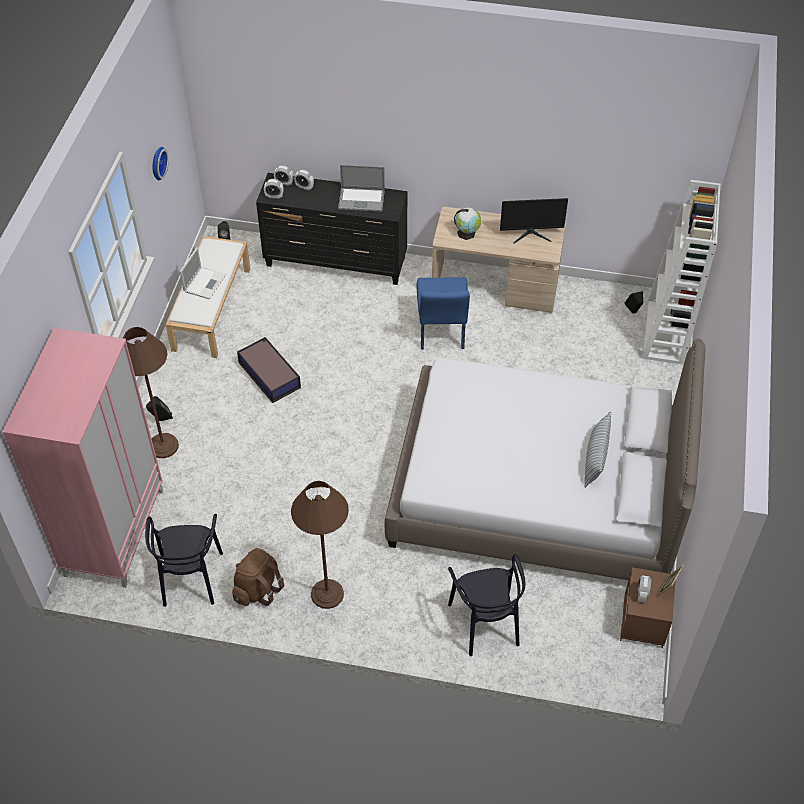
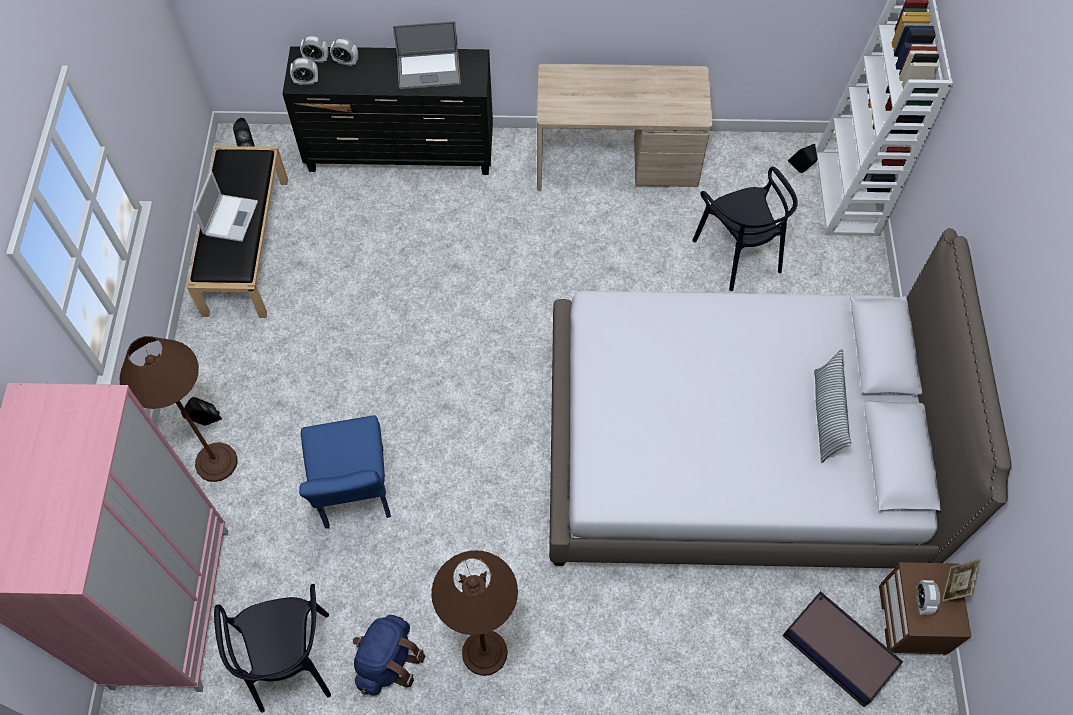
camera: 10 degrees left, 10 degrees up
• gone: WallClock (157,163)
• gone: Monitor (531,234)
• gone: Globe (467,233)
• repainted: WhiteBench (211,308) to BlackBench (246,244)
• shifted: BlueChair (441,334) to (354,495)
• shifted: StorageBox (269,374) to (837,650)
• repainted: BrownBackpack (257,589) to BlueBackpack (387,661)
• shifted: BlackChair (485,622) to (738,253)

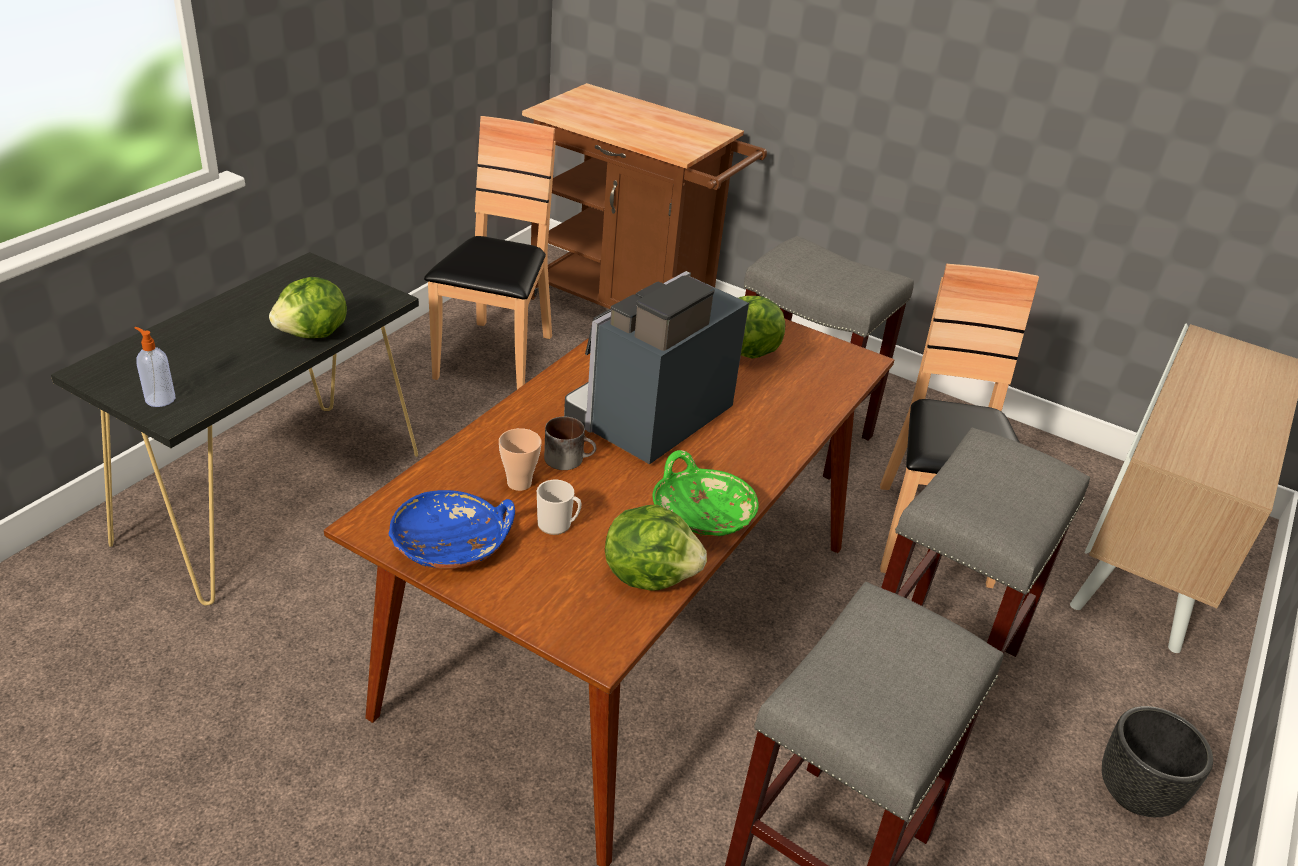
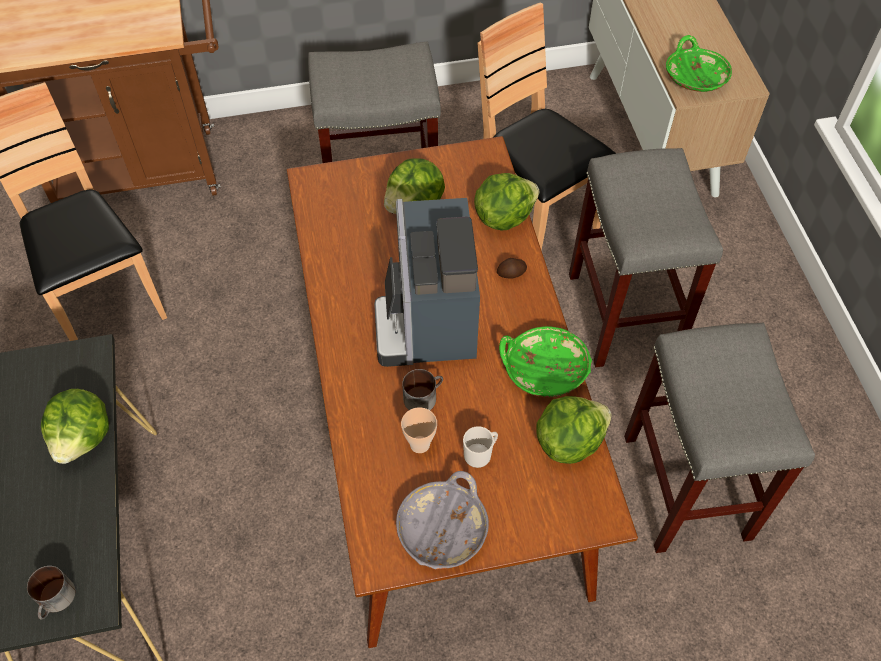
camera: 40 degrees left, 20 degrees up
• swapped: SoapDispenser (159,398) to Mug (57,600)
• repainted: BlueBowl (452,545) to GreyBowl (443,528)
• gone: BlackPlanter (1136,794)
• new: GreenBowl (694,77)
• new: Lettuce (503,216)
• new: Potato (511,274)

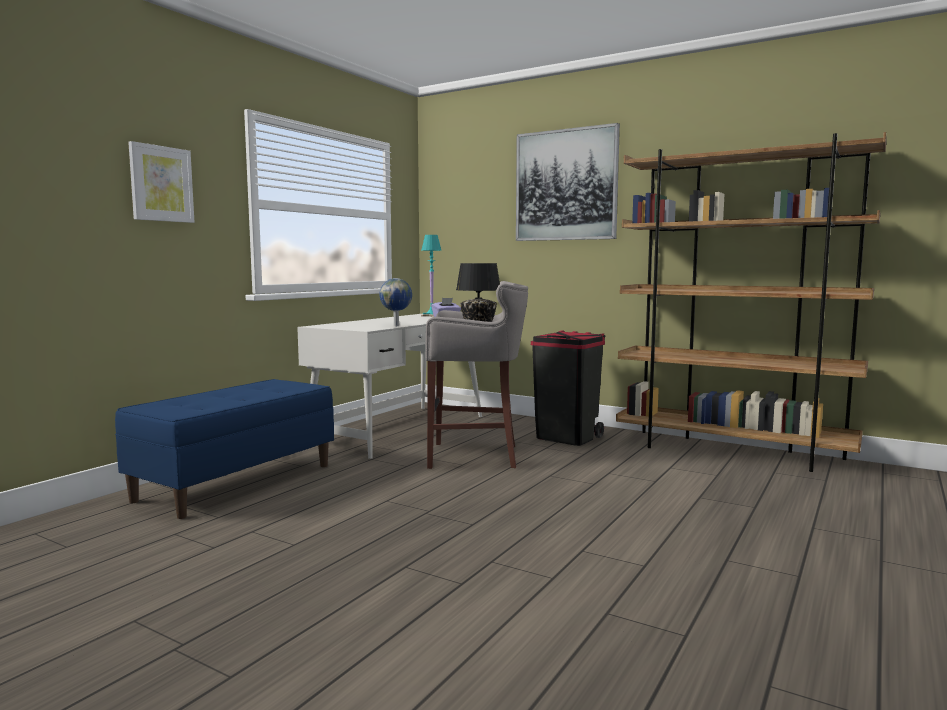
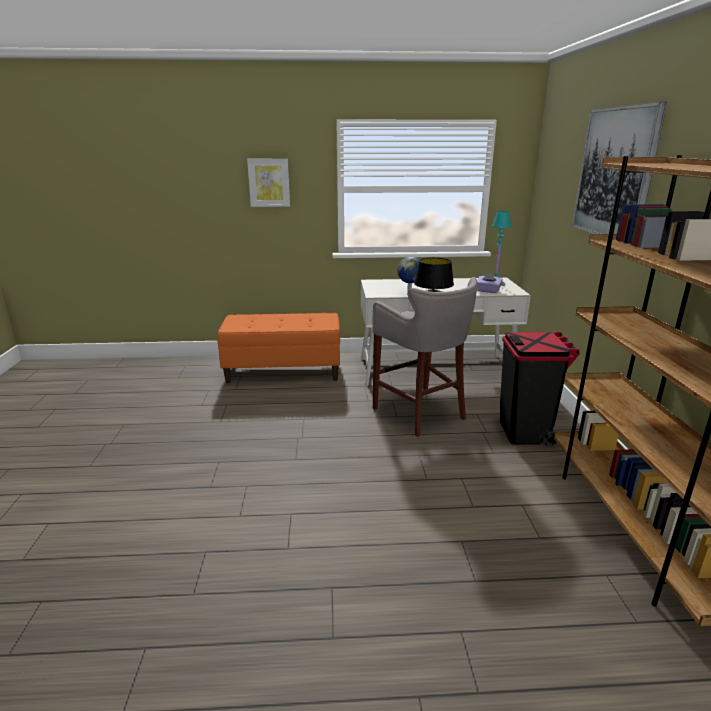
camera: 55 degrees right, 15 degrees up
• repainted: BlueBench (236,482) to OrangeBench (284,371)

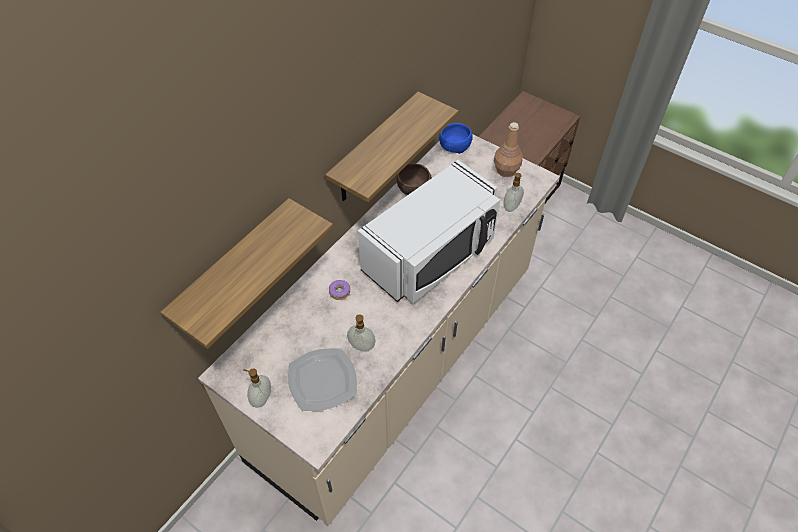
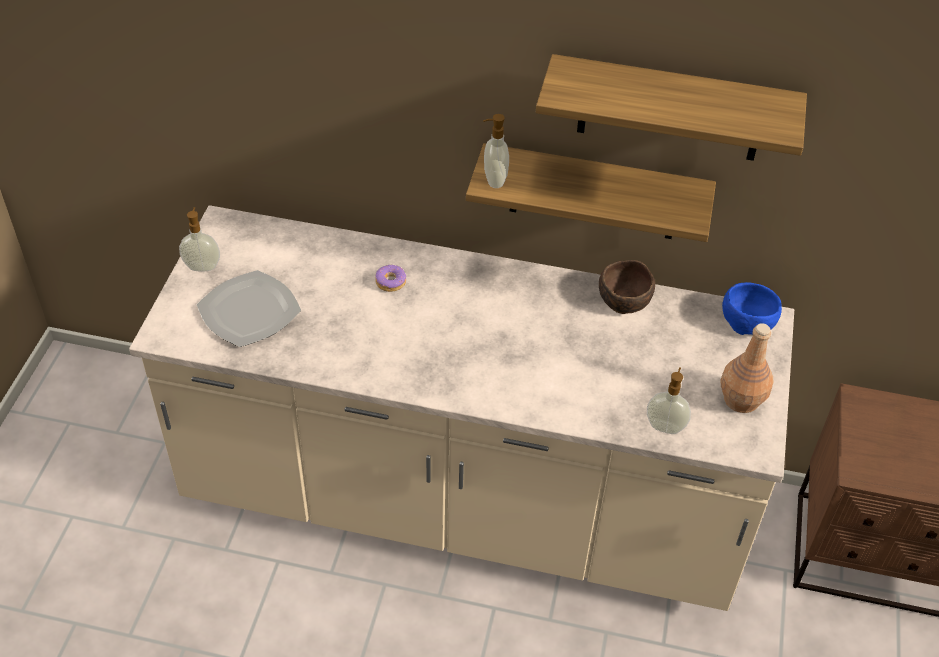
camera: 65 degrees right, 5 degrees down
• gone: WhiteMicrowave (431,255)
• shifted: Shelf (234,270) to (671,109)
• shifted: SoapDispenser (361,347) to (494,180)

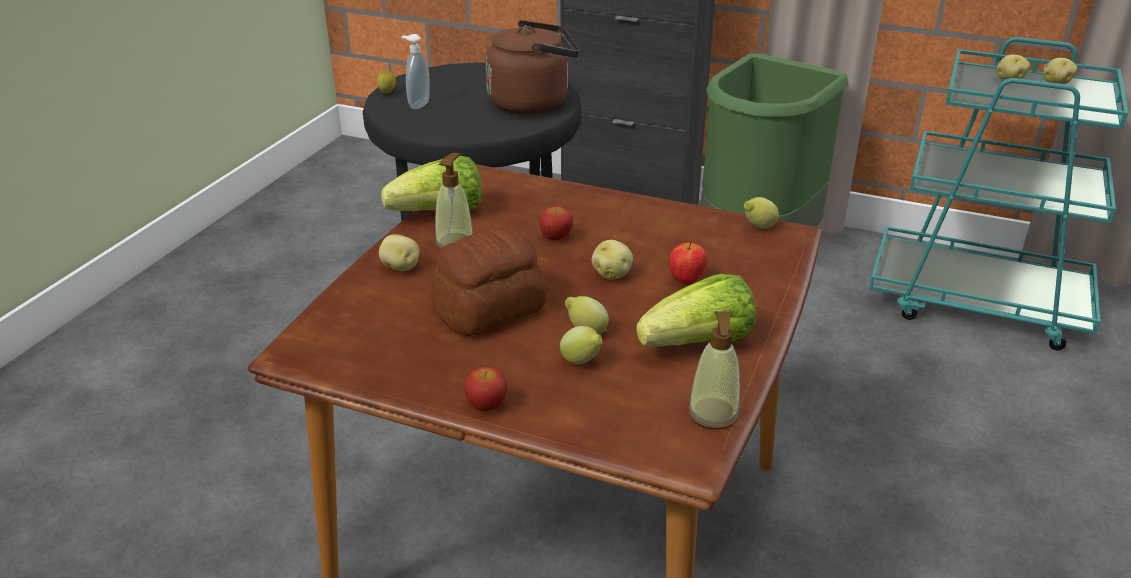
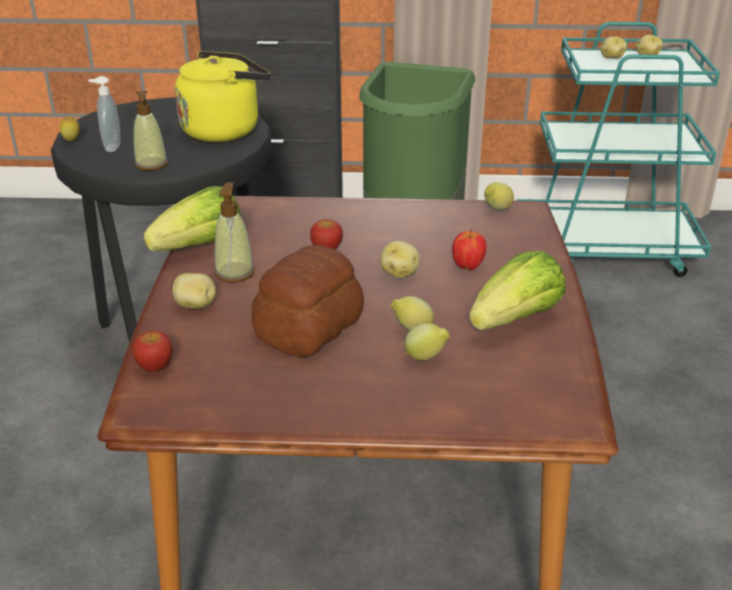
camera: 20 degrees left, 0 degrees up
• repainted: BrownKettle (533,103) to YellowKettle (225,130)
• shifted: SoapDispenser (713,414) to (151,165)
• shifted: Apple (487,405) to (155,366)

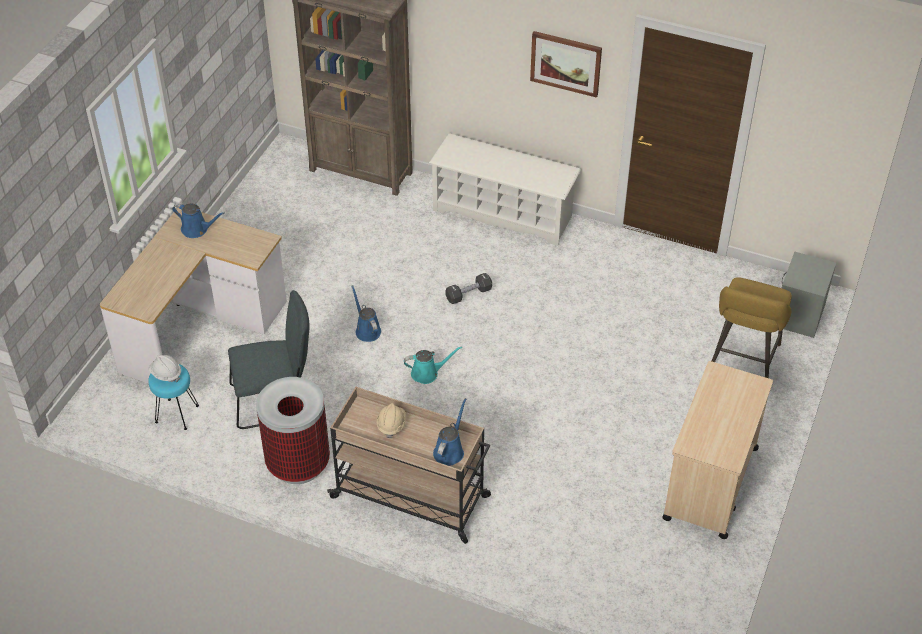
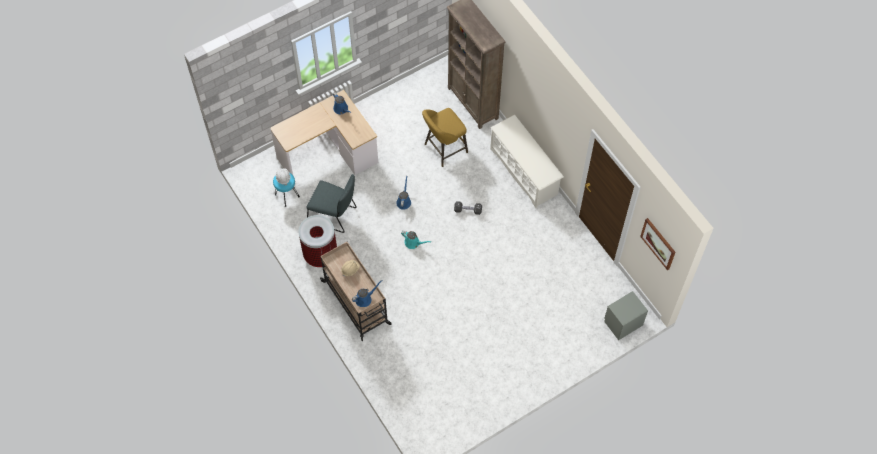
camera: 35 degrees right, 15 degrees up
• shifted: Picture (566,63) to (658,243)
• shifted: YellowStool (743,360) to (444,149)
• gone: BeigeCart (710,484)

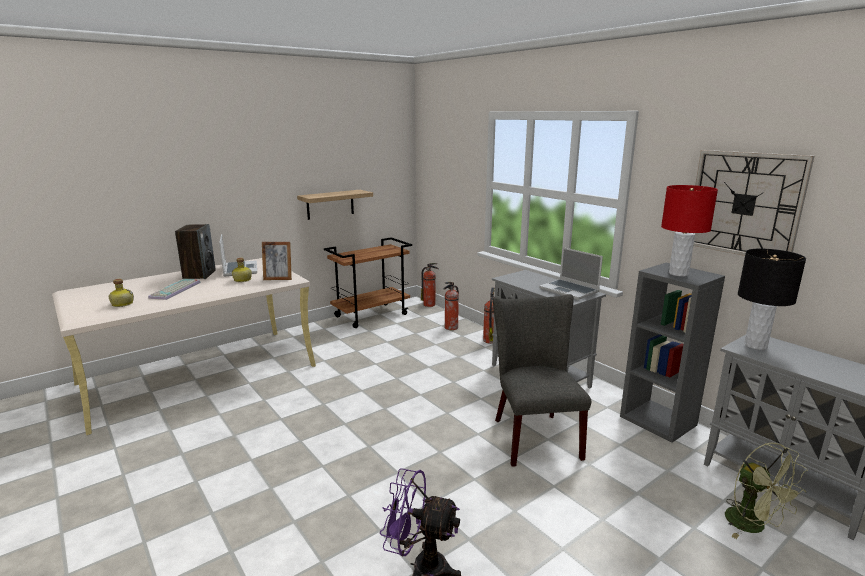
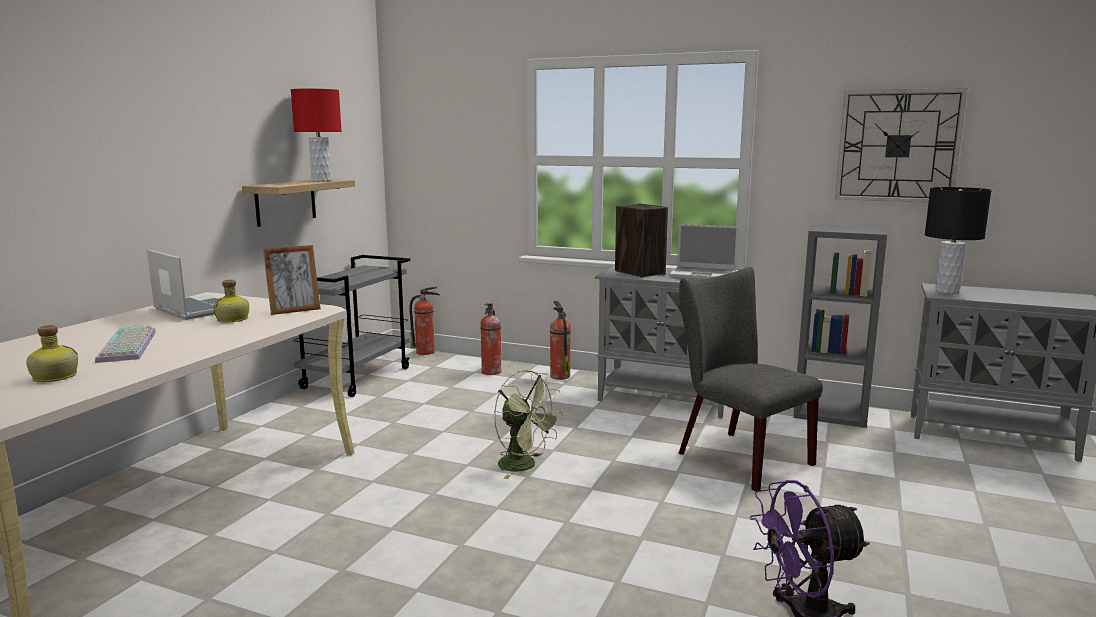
camera: 30 degrees left, 5 degrees down
• shifted: RedTableLamp (678,273) to (321,180)
• shifted: Speaker (199,274) to (639,273)
• repainted: BrownCart (371,315) to GreyCart (356,378)
• shifted: GreenFan (753,526) to (524,466)

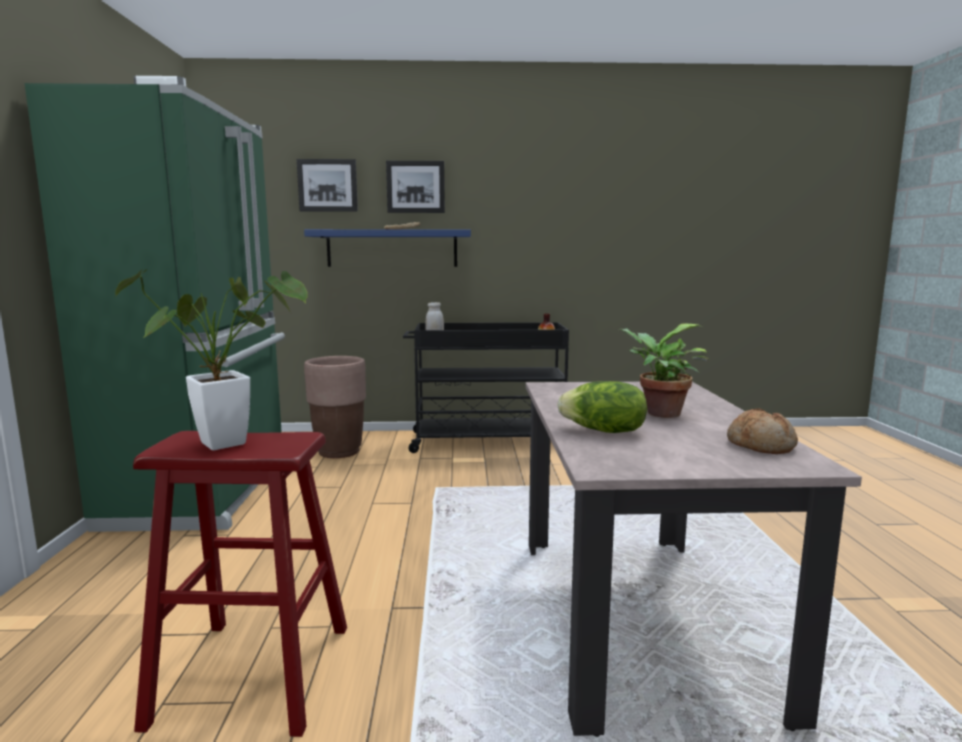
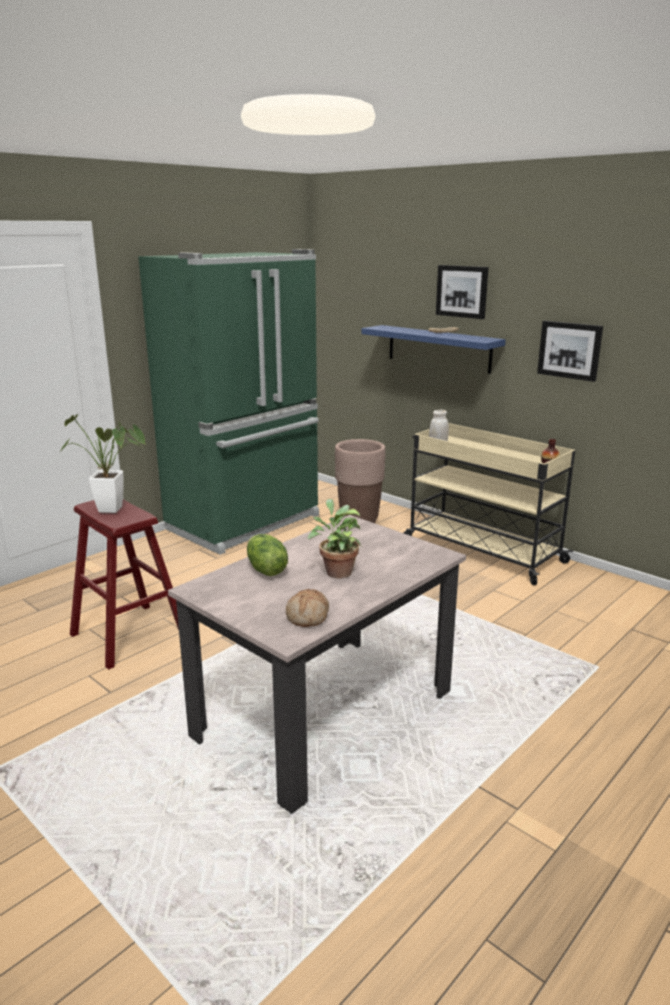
camera: 45 degrees right, 10 degrees up
• shifted: Picture (328,185) to (570,350)
• repainted: BlackCart (487,441) to BeigeCart (480,550)

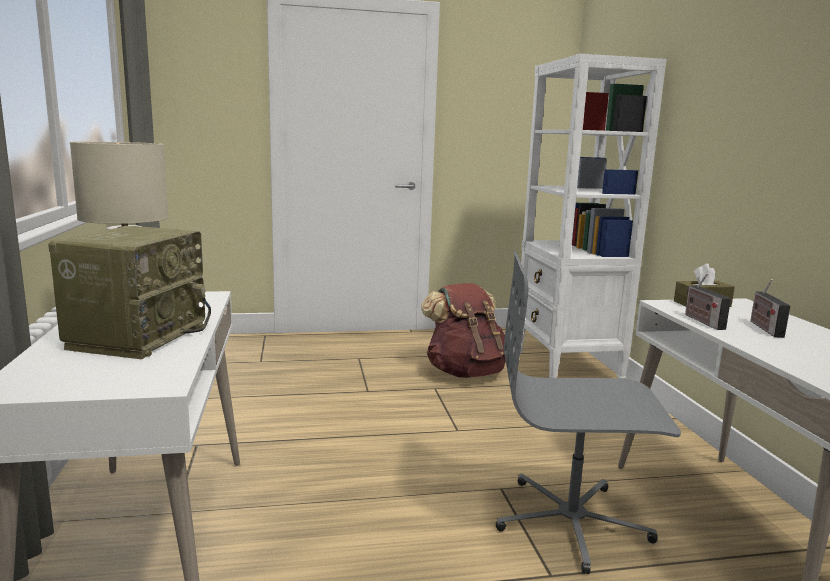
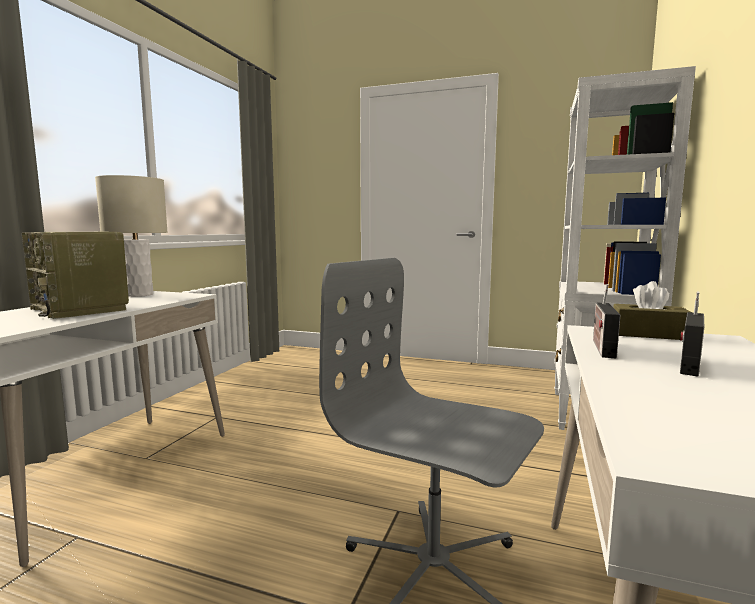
camera: 30 degrees right, 5 degrees down
• rotated: Radio (138,336) = (81,309) 90 degrees clockwise
• gone: BrownBackpack (465,372)

